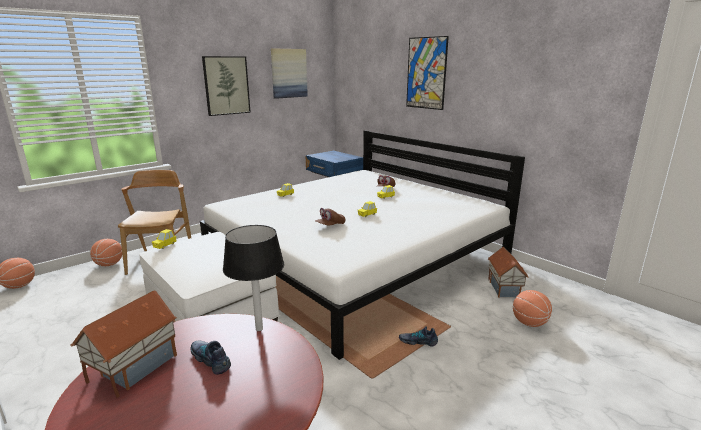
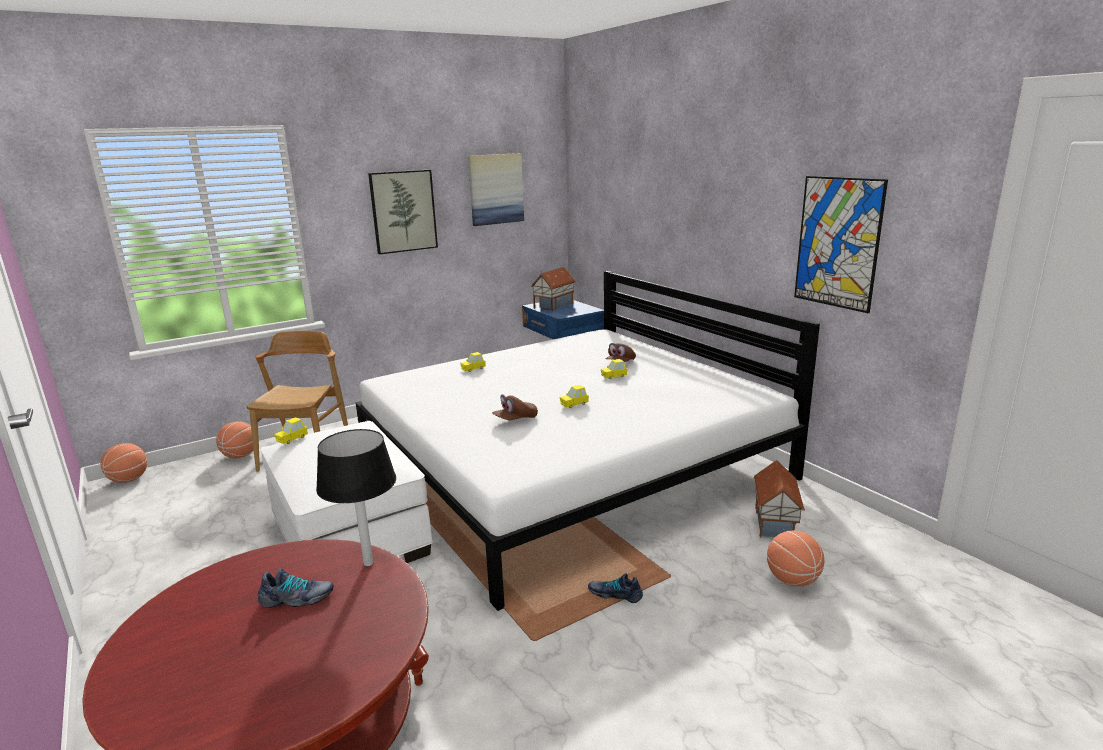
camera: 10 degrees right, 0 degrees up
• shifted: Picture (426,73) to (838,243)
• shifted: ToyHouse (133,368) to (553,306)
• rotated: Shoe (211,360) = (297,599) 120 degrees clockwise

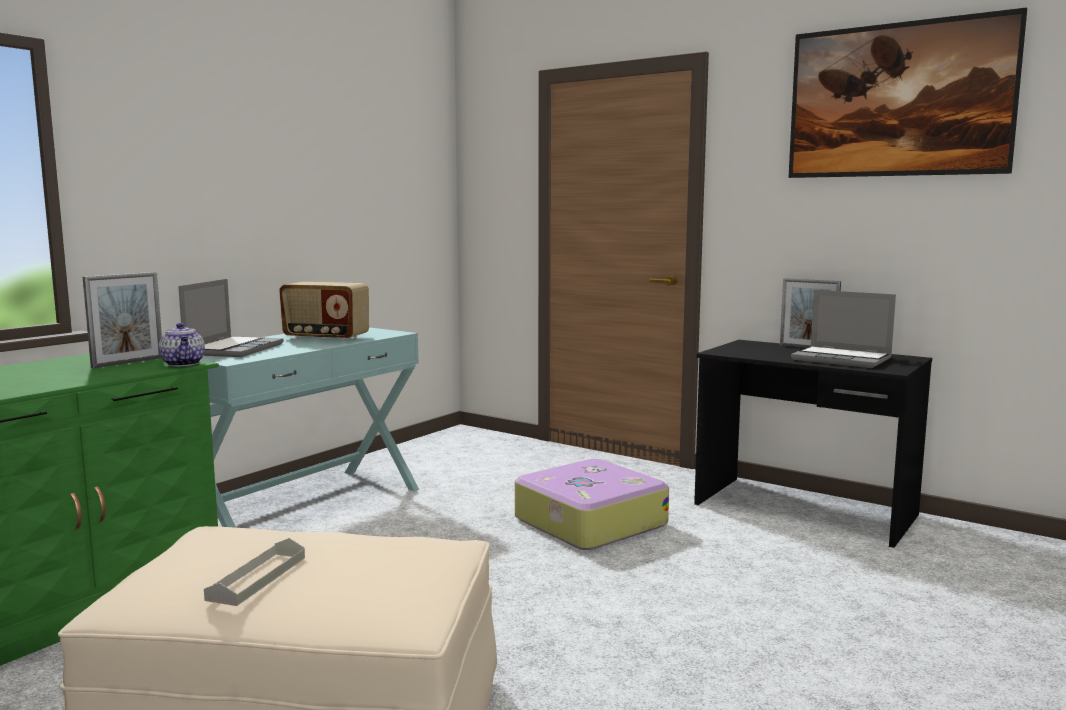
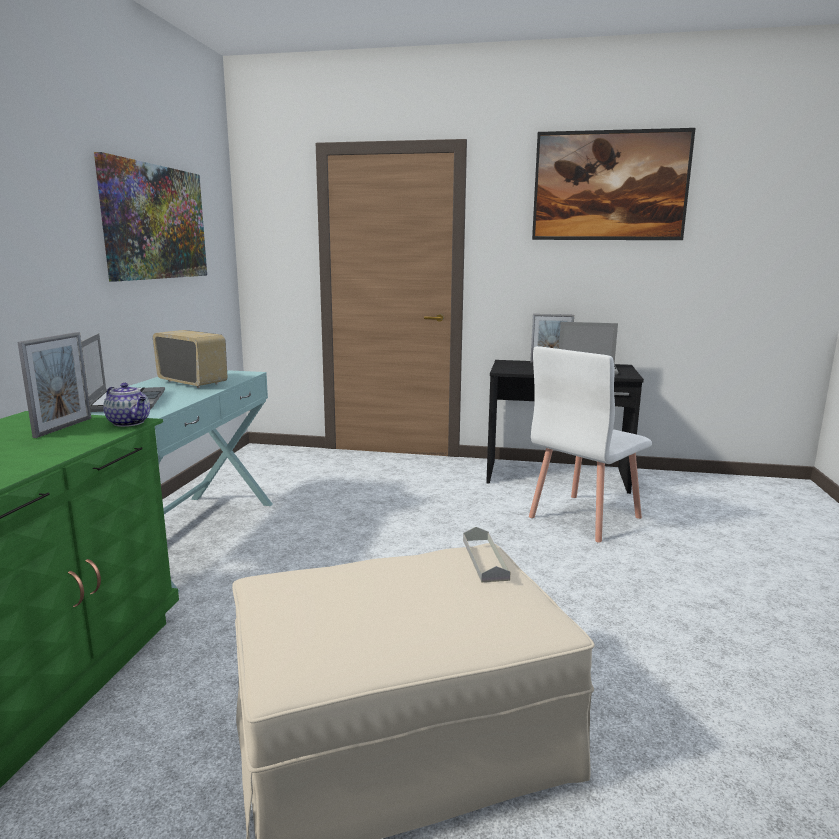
camera: 25 degrees left, 5 degrees up
• rotated: Radio (325,338) = (193,383) 135 degrees counterclockwise
• gone: Suitcase (588,522)
• shifted: GreyTray (257,578) to (485,559)
• new: Picture (155,222)
• new: WhiteChair (583,517)

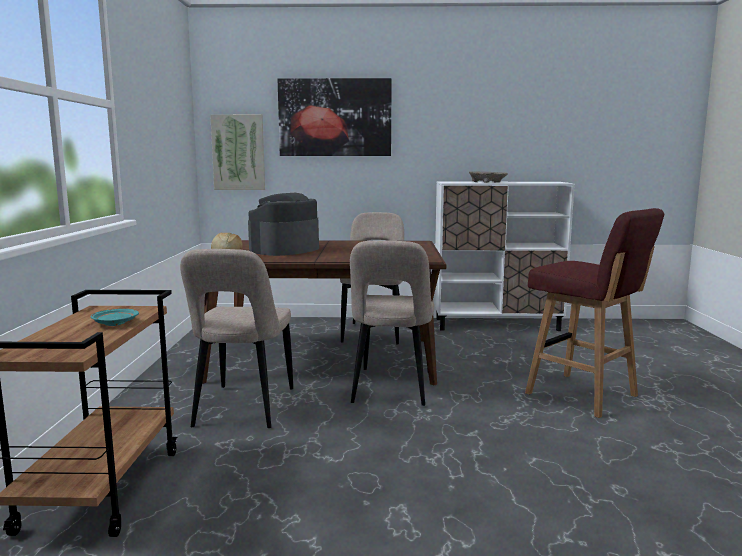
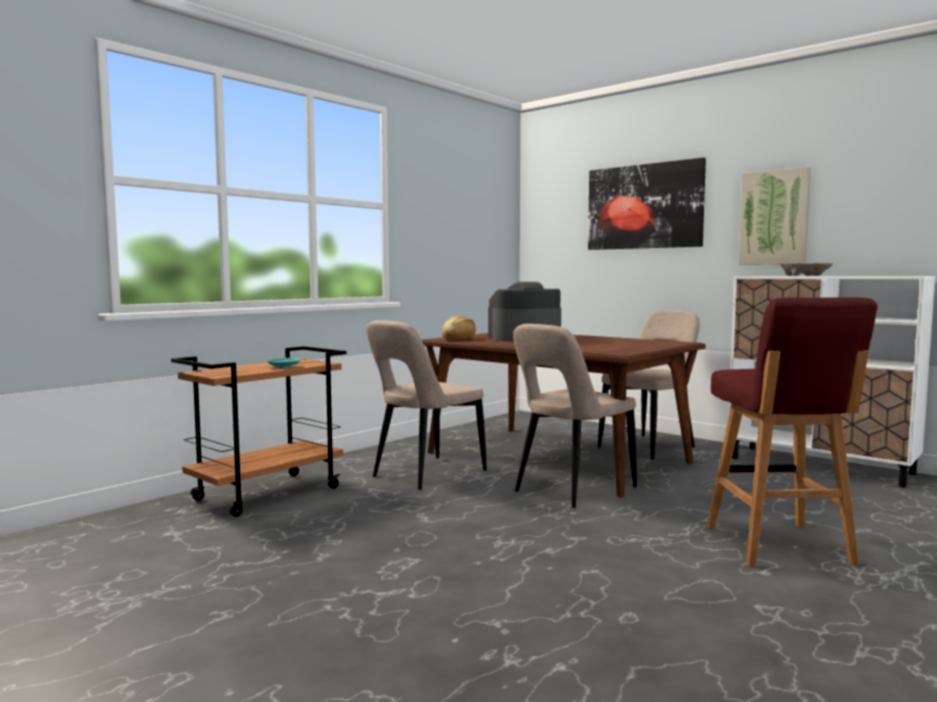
camera: 40 degrees right, 5 degrees down
• shifted: Picture (238,152) to (774,217)

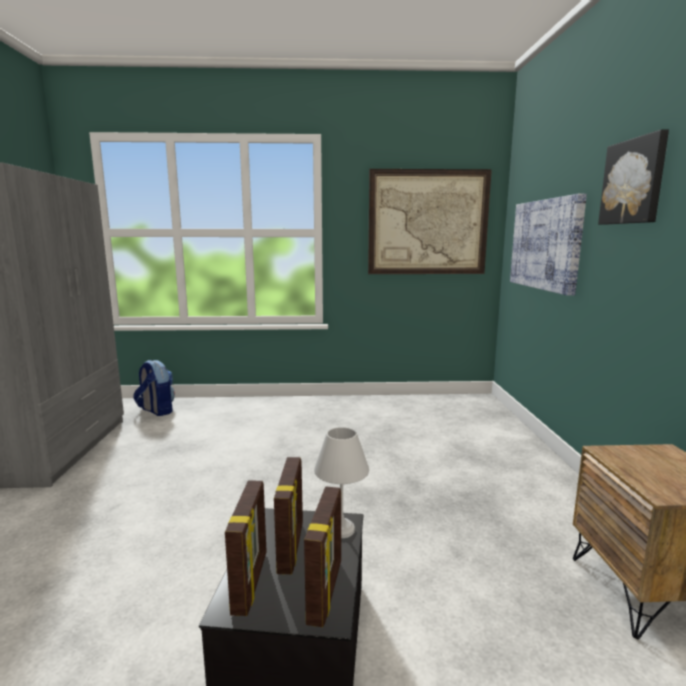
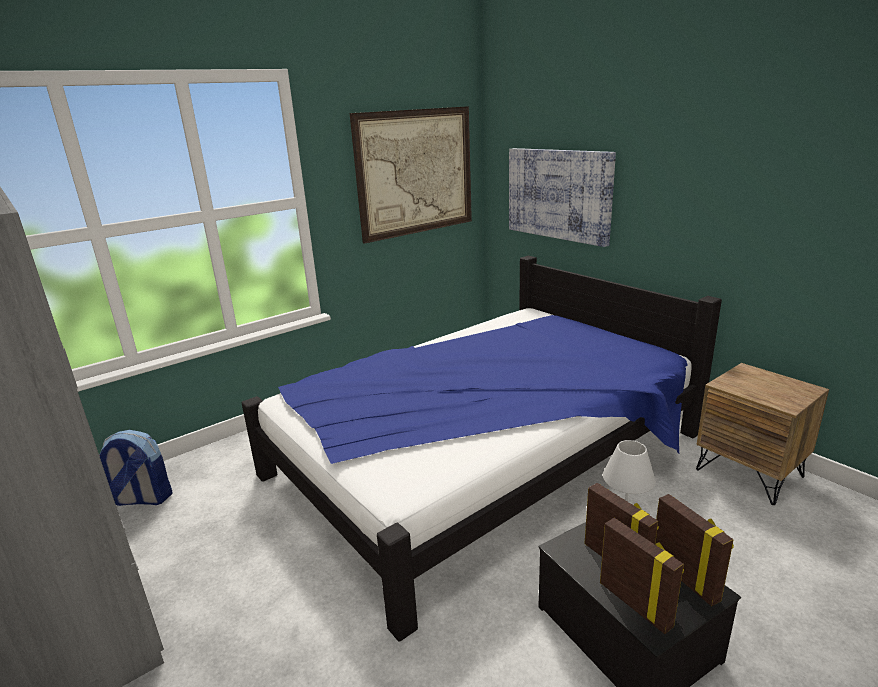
camera: 35 degrees left, 10 degrees up
• gone: Picture (634,181)
• new: Bed (486,455)

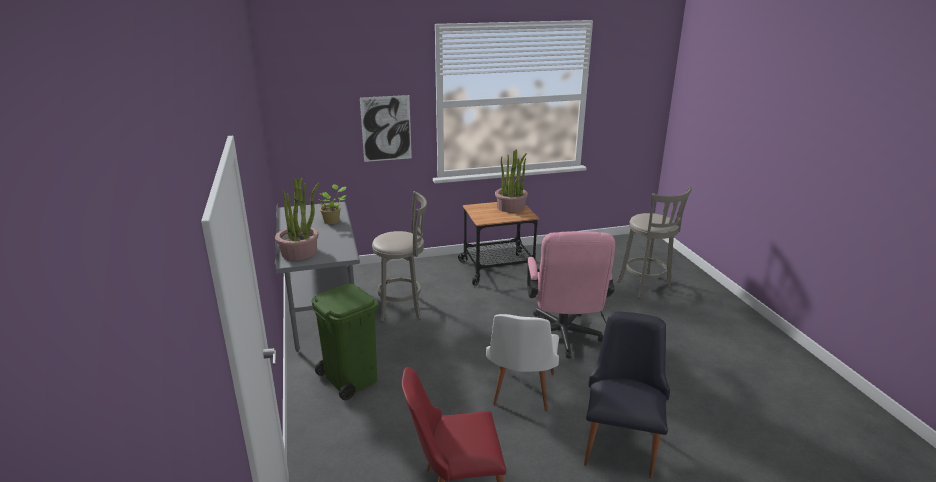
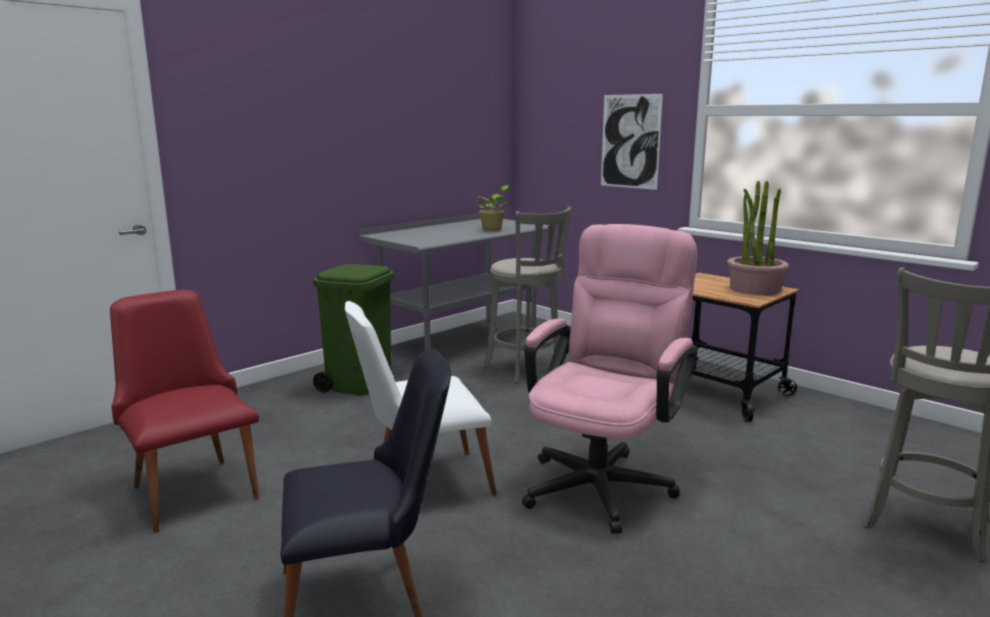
camera: 60 degrees right, 10 degrees down
• gone: PottedPlant (299,252)
• rotated: PinkOfficeChair (563,338) = (604,481) 150 degrees clockwise

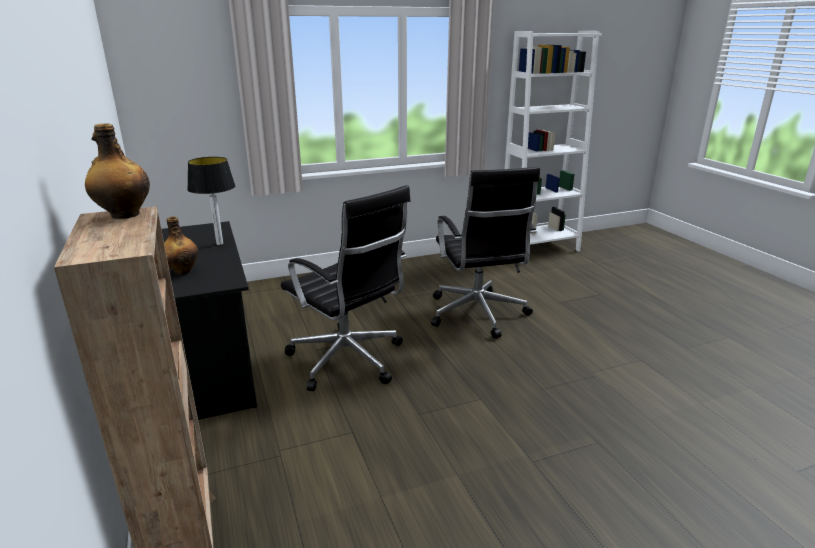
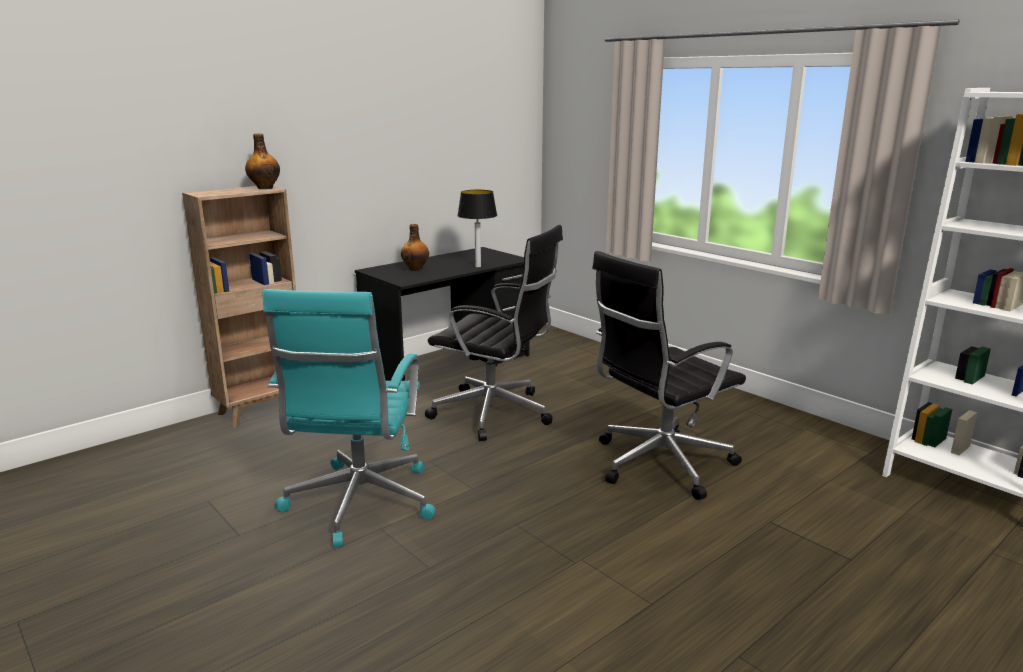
camera: 70 degrees right, 5 degrees down
• rotated: BlackOfficeChair (348,361) = (495,414) 90 degrees counterclockwise
• new: TurquoiseOfficeChair (359,504)

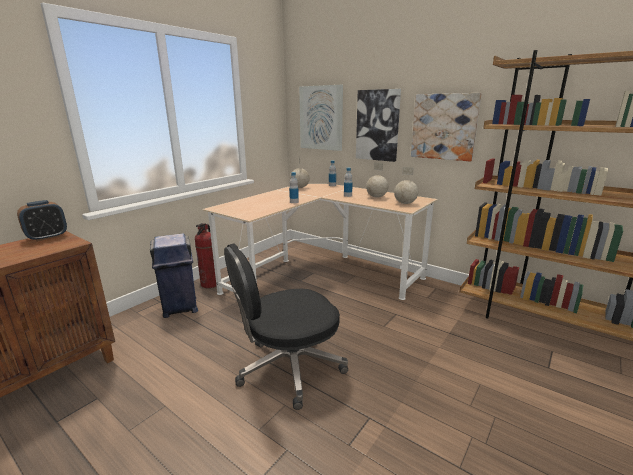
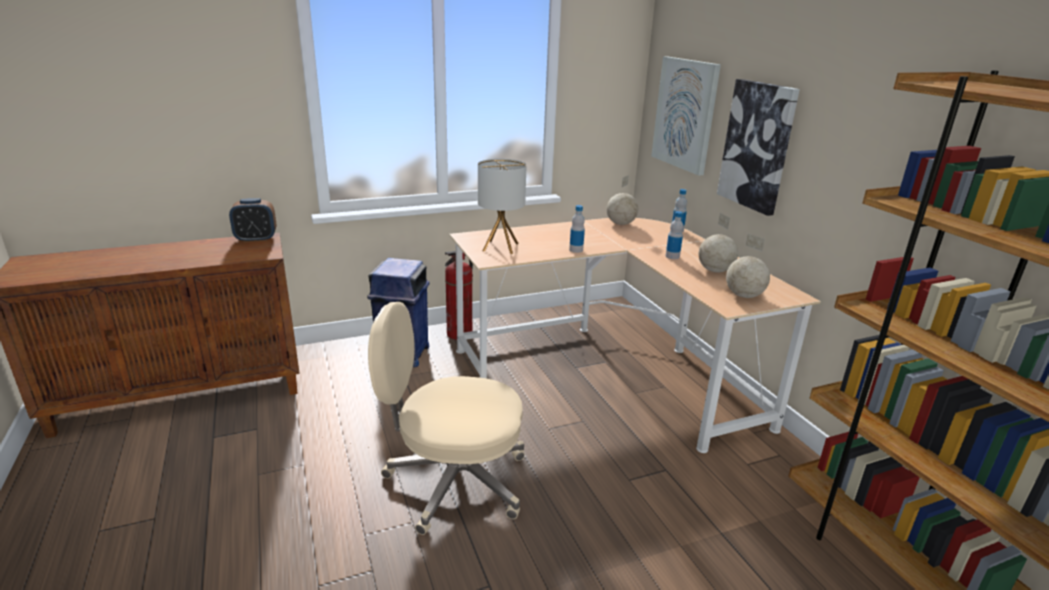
camera: 30 degrees right, 5 degrees up
• gone: Picture (444,127)
• repainted: BlackOfficeChair (288,368) to BeigeOfficeChair (454,481)
• new: TableLamp (500,247)

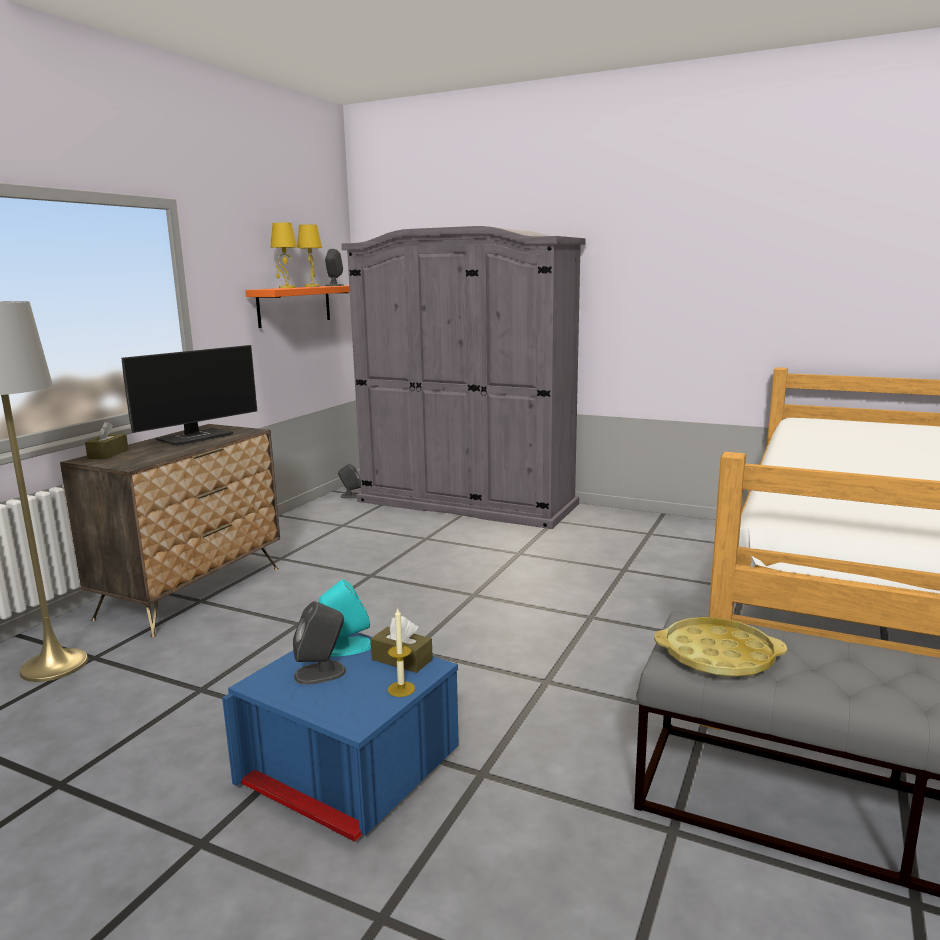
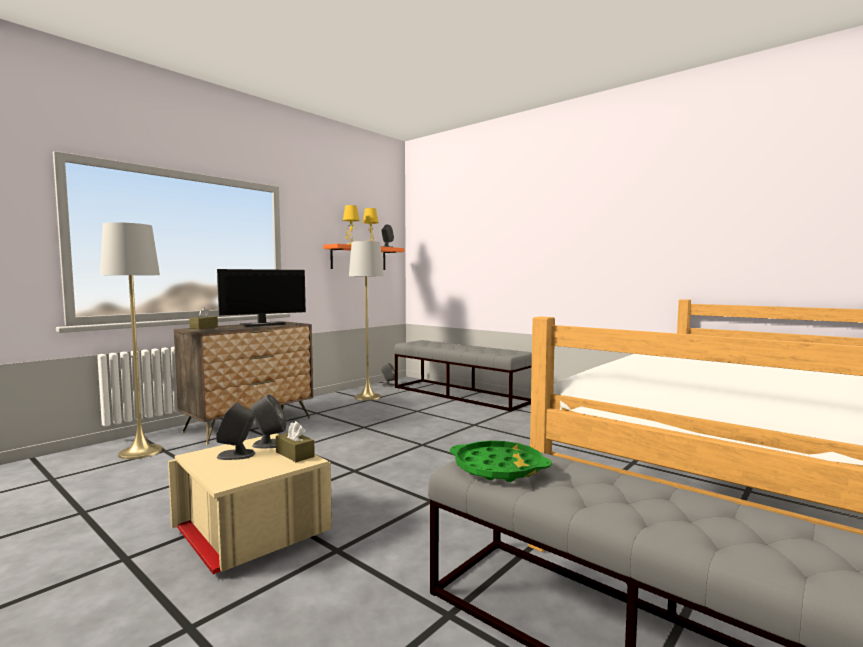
camera: 15 degrees right, 10 degrees down
• swapped: GreyWardrobe (466,502) to GreyBench (461,394)
• repainted: TurquoiseSpeaker (347,647) to GreySpeaker (269,444)
• gone: Candle (401,689)
• repainted: YellowTray (718,656) to GreenTray (498,468)
• repainted: BlueStorageBox (349,773) to BeigeStorageBox (250,534)
• new: GreyFloorLamp (367,397)

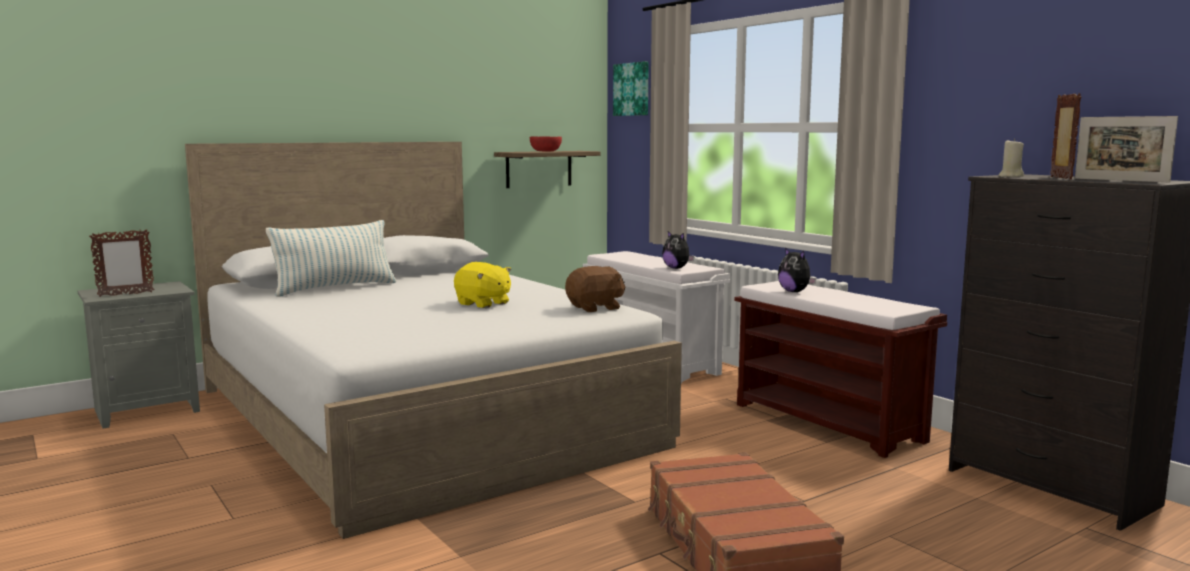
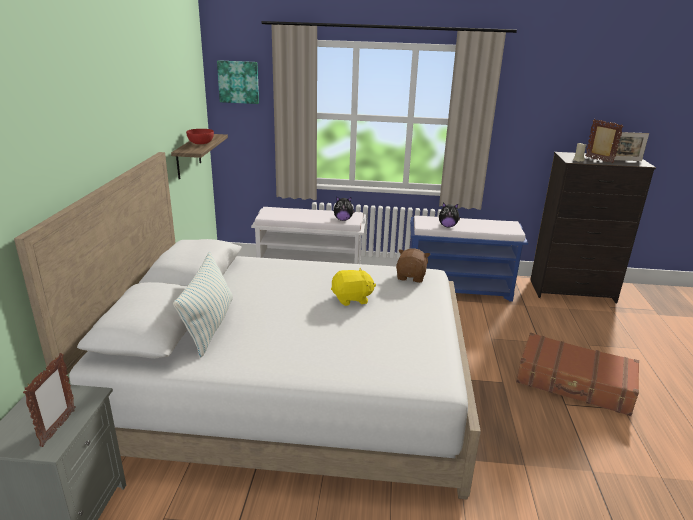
camera: 50 degrees left, 15 degrees up
• repainted: BrownBench (829,422) to BlueBench (459,289)

